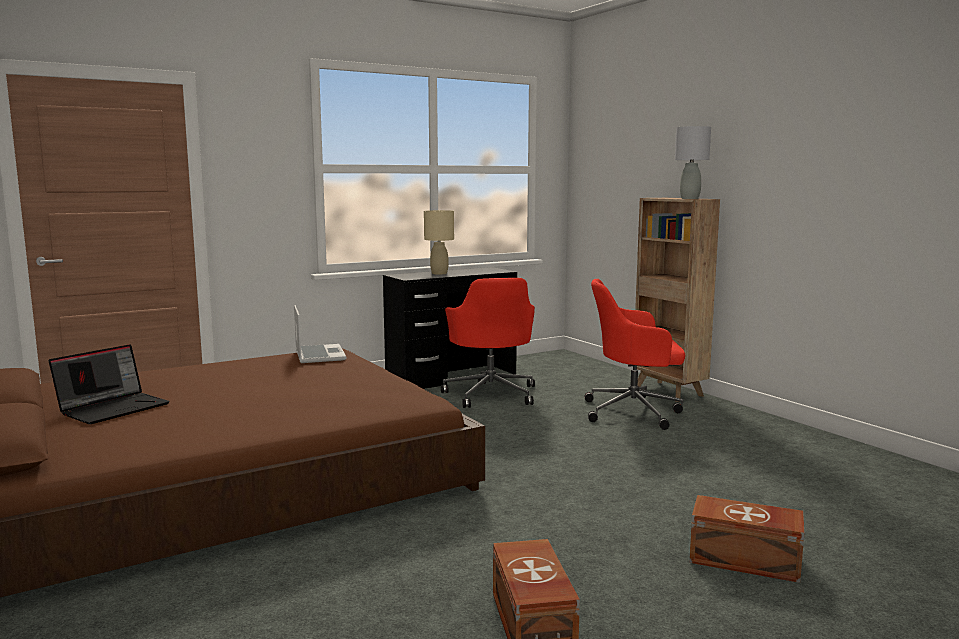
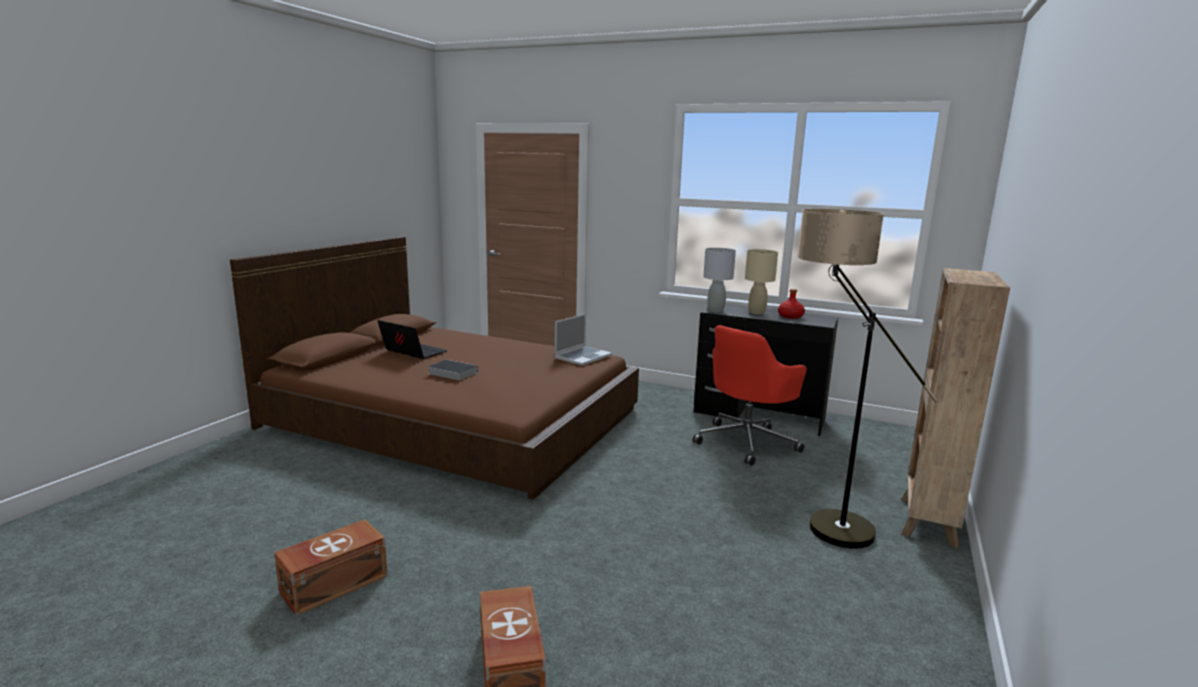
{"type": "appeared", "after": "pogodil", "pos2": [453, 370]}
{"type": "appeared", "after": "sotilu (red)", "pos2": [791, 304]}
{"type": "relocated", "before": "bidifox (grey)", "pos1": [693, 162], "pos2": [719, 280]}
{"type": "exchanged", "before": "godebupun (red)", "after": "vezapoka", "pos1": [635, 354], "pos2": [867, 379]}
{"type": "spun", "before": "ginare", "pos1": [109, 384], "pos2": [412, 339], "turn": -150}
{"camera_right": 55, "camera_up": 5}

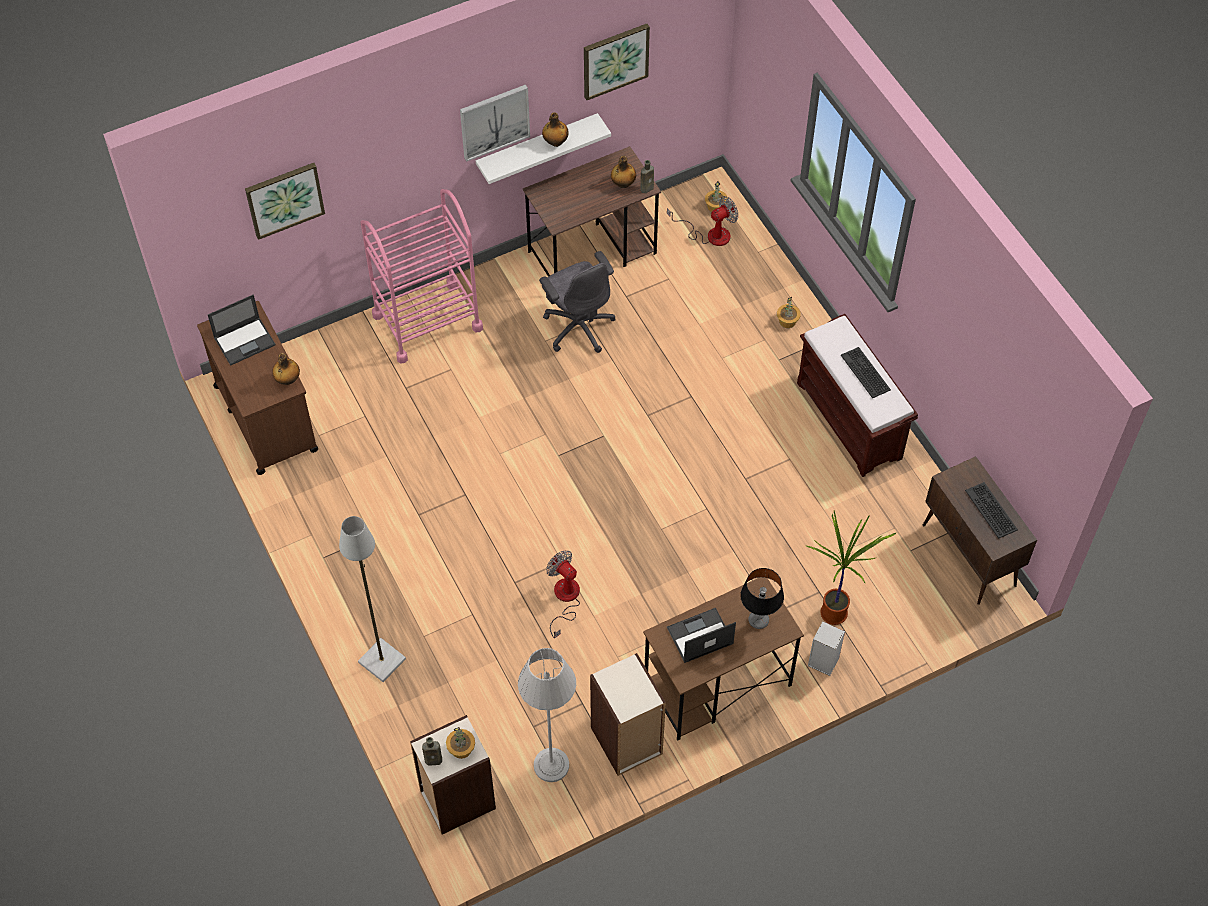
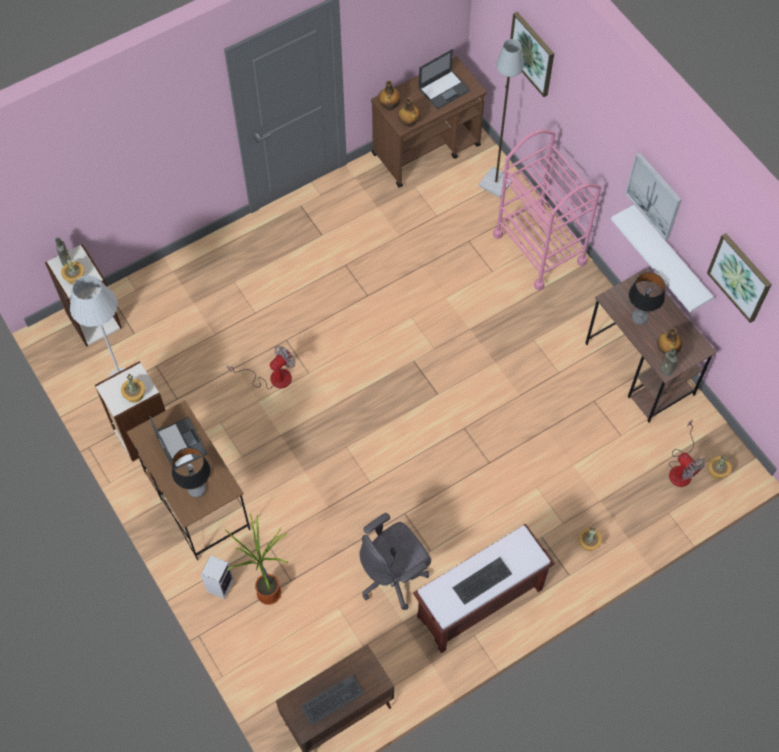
{"type": "appeared", "after": "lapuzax", "pos2": [133, 388]}
{"type": "appeared", "after": "bidifox", "pos2": [647, 298]}
{"type": "relocated", "before": "vezapoka (grey)", "pos1": [372, 599], "pos2": [501, 118]}
{"type": "relocated", "before": "godebupun (grey)", "pos1": [577, 302], "pos2": [395, 561]}
{"type": "relocated", "before": "sotilu", "pos1": [555, 129], "pos2": [390, 95]}
{"type": "spun", "before": "ginare", "pos1": [242, 330], "pos2": [444, 79], "turn": -90}
{"camera_right": 85, "camera_up": 5}

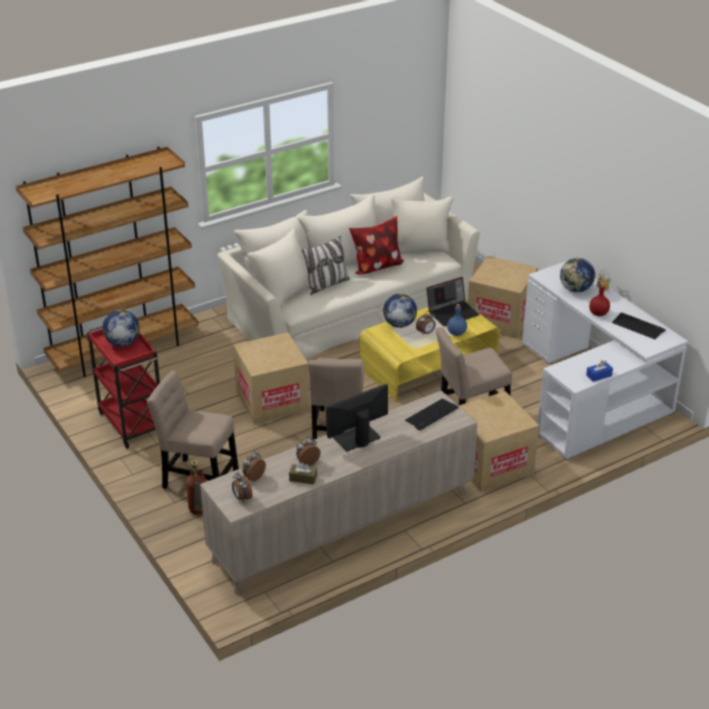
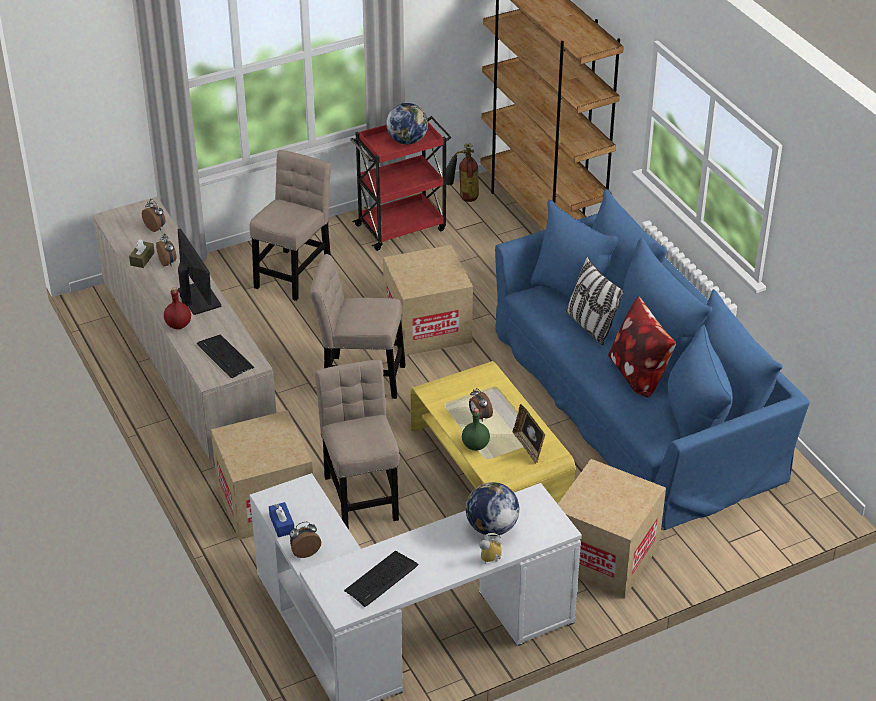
{"type": "missing", "before": "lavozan", "pos1": [400, 311]}
{"type": "relocated", "before": "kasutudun", "pos1": [196, 487], "pos2": [462, 172]}
{"type": "relocated", "before": "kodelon", "pos1": [242, 487], "pos2": [305, 539]}
{"type": "relocated", "before": "sotilu (red)", "pos1": [599, 299], "pos2": [177, 308]}
{"type": "exchanged", "before": "ginare", "after": "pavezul", "pos1": [452, 301], "pos2": [529, 434]}
{"type": "colour", "before": "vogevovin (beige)", "after": "vogevovin (blue)", "pos1": [348, 268], "pos2": [652, 359]}
{"type": "colour", "before": "sotilu (blue)", "after": "sotilu (green)", "pos1": [457, 320], "pos2": [476, 429]}
{"camera_right": 95, "camera_up": 5}

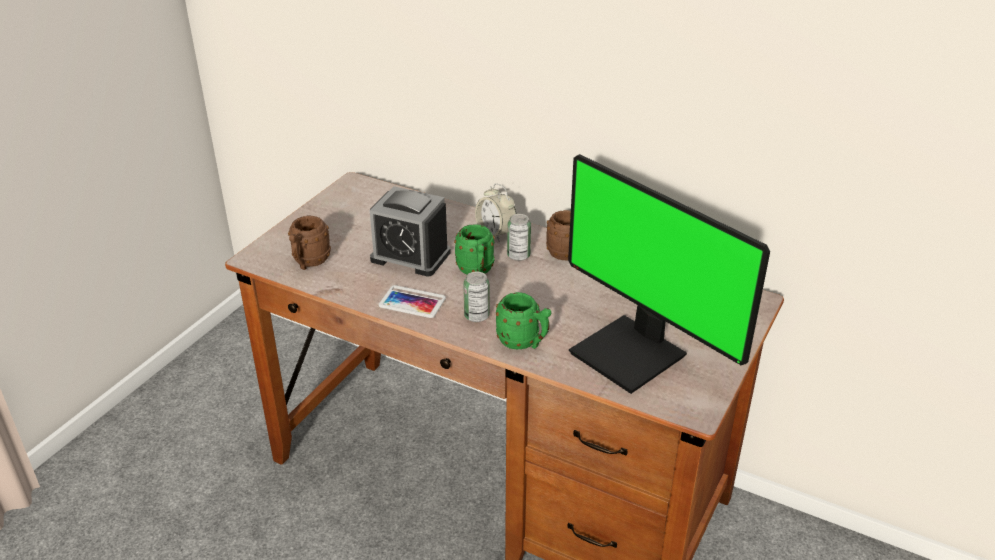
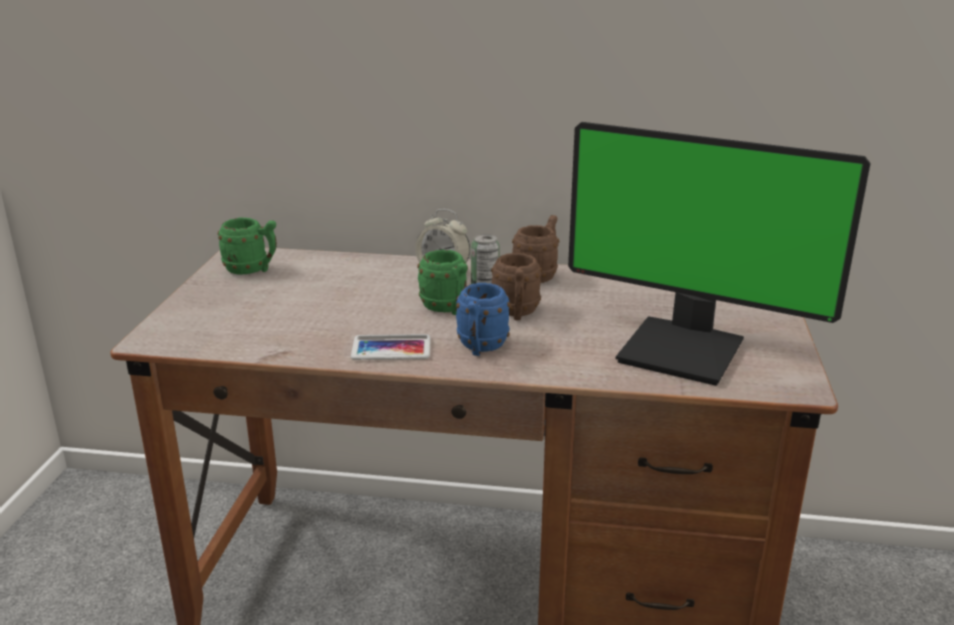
{"type": "missing", "before": "kodelon", "pos1": [410, 231]}
{"type": "relocated", "before": "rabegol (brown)", "pos1": [309, 243], "pos2": [516, 286]}
{"type": "relocated", "before": "rabegol (green)", "pos1": [523, 320], "pos2": [247, 246]}
{"type": "exchanged", "before": "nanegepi", "after": "rabegol (blue)", "pos1": [476, 296], "pos2": [483, 319]}
{"camera_right": -20, "camera_up": -10}

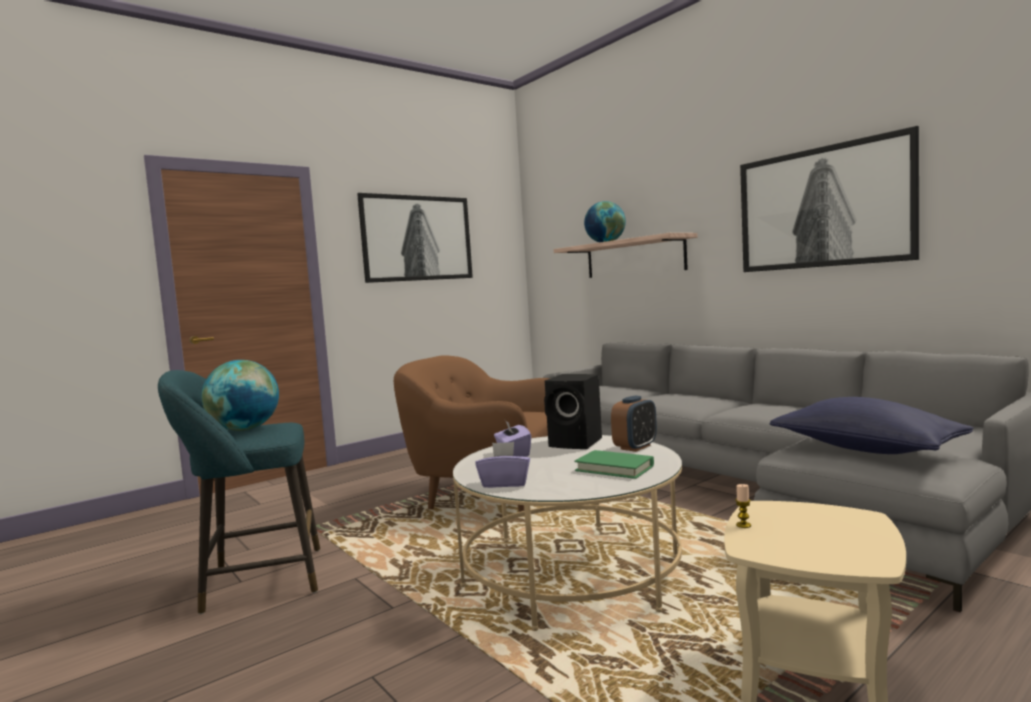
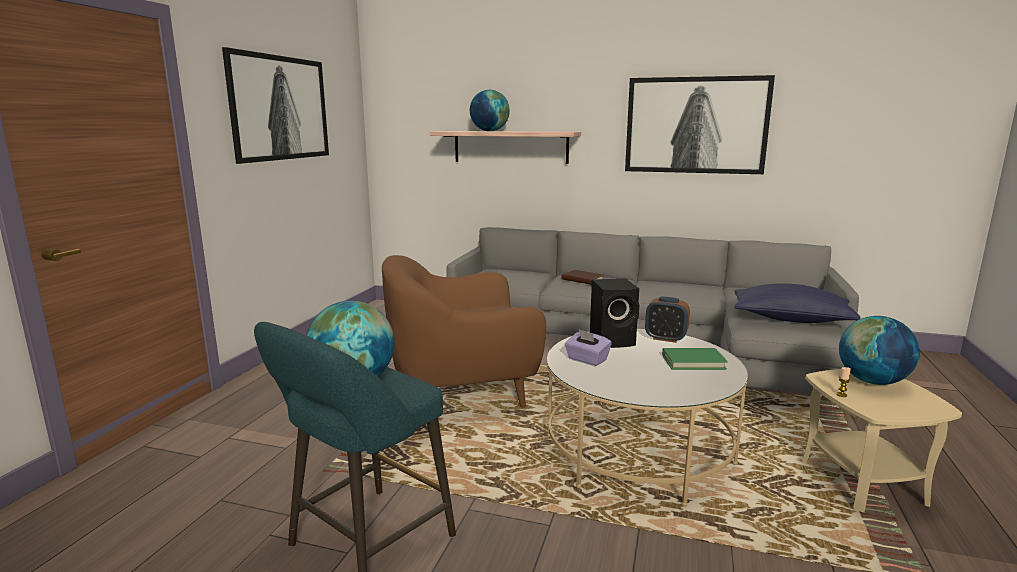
{"type": "missing", "before": "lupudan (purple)", "pos1": [502, 465]}
{"type": "appeared", "after": "pogodil (brown)", "pos2": [582, 277]}
{"type": "appeared", "after": "lavozan", "pos2": [879, 350]}
{"type": "spun", "before": "kodelon", "pos1": [634, 424], "pos2": [667, 319], "turn": 105}
{"camera_right": -35, "camera_up": 10}

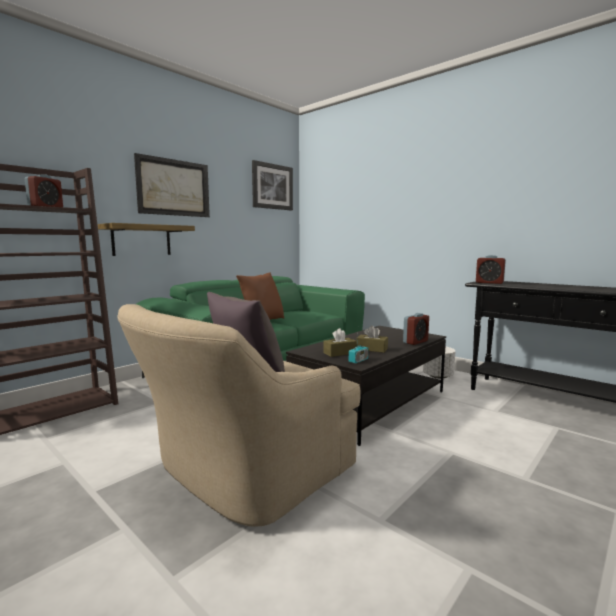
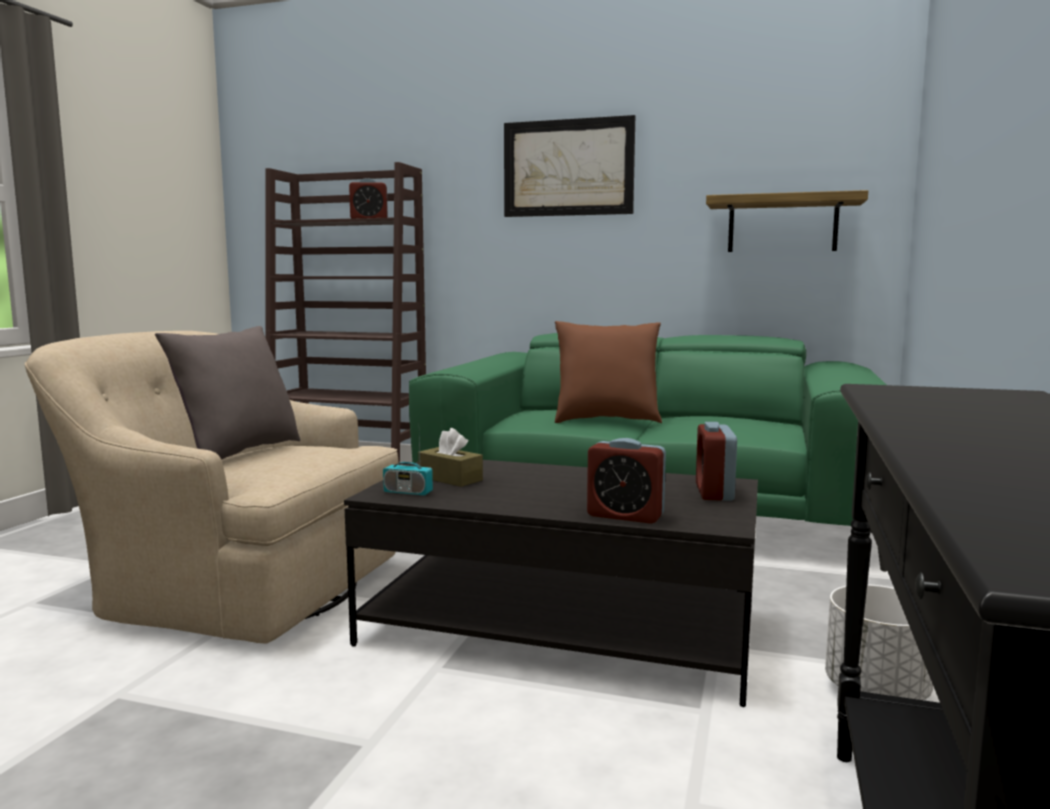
{"type": "missing", "before": "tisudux", "pos1": [272, 185]}
{"type": "missing", "before": "lupudan (brown)", "pos1": [372, 339]}
{"type": "relocated", "before": "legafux", "pos1": [146, 239], "pos2": [787, 221]}
{"type": "relocated", "before": "kodelon", "pos1": [491, 269], "pos2": [716, 461]}
{"camera_right": 65, "camera_up": 0}

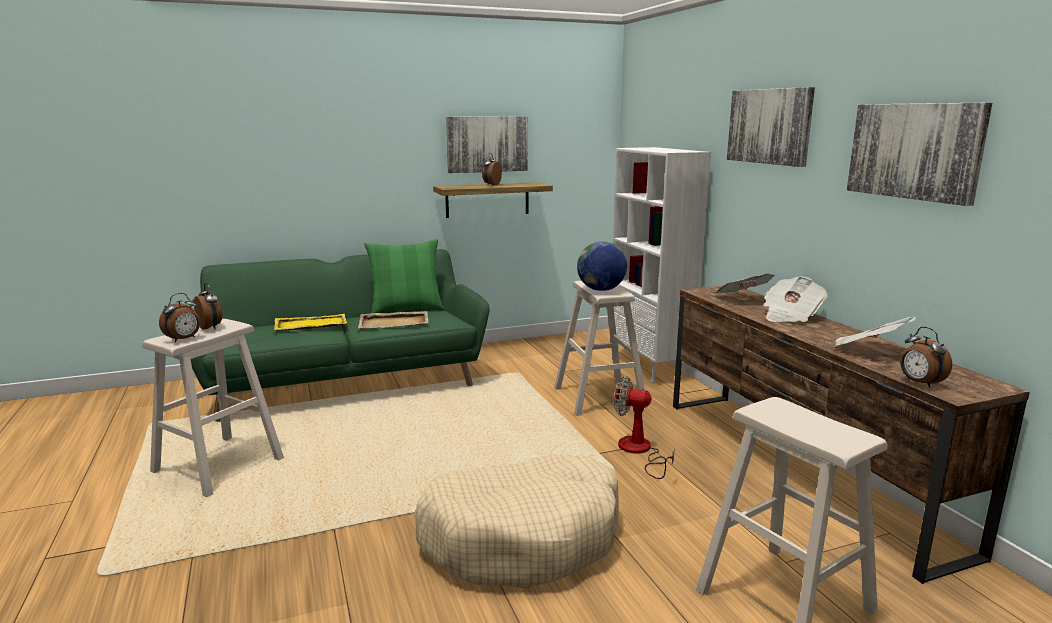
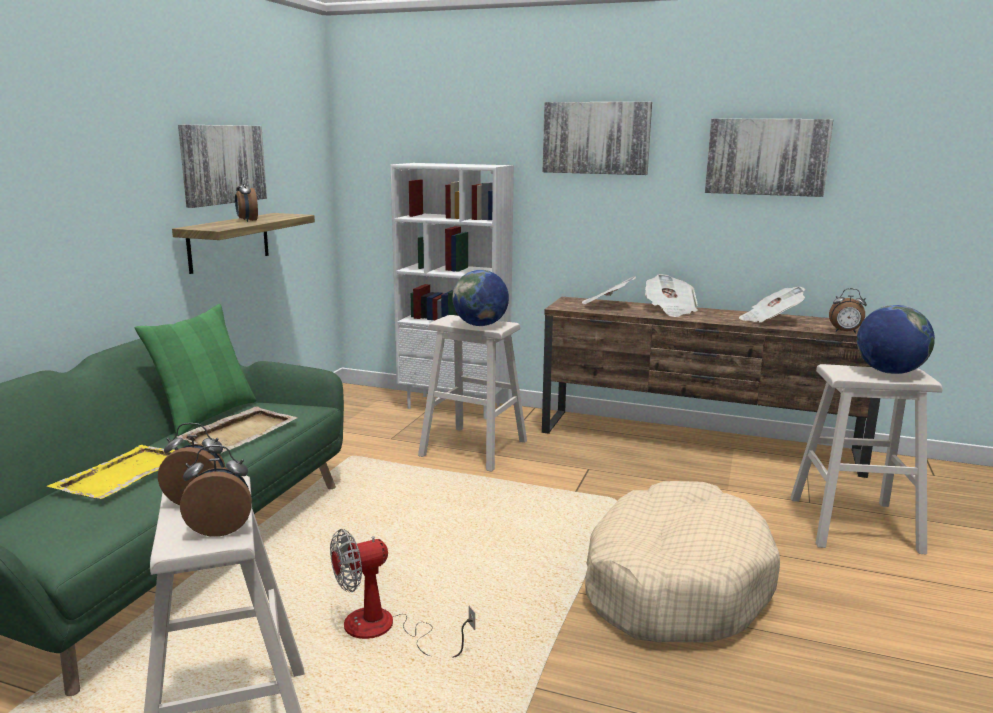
{"type": "appeared", "after": "lavozan", "pos2": [896, 339]}
{"type": "relocated", "before": "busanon", "pos1": [644, 427], "pos2": [402, 593]}
{"type": "spun", "before": "kodelon", "pos1": [179, 317], "pos2": [216, 491], "turn": -90}
{"camera_right": -50, "camera_up": 0}

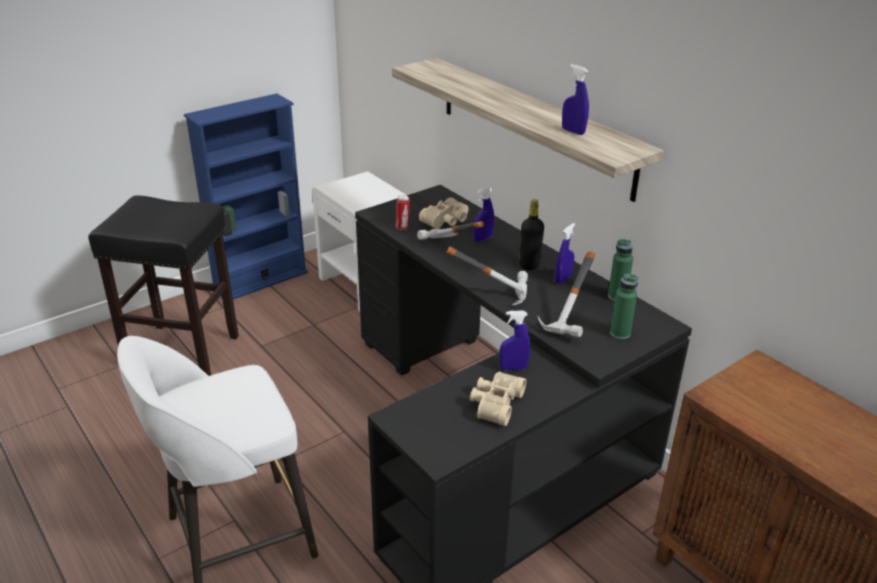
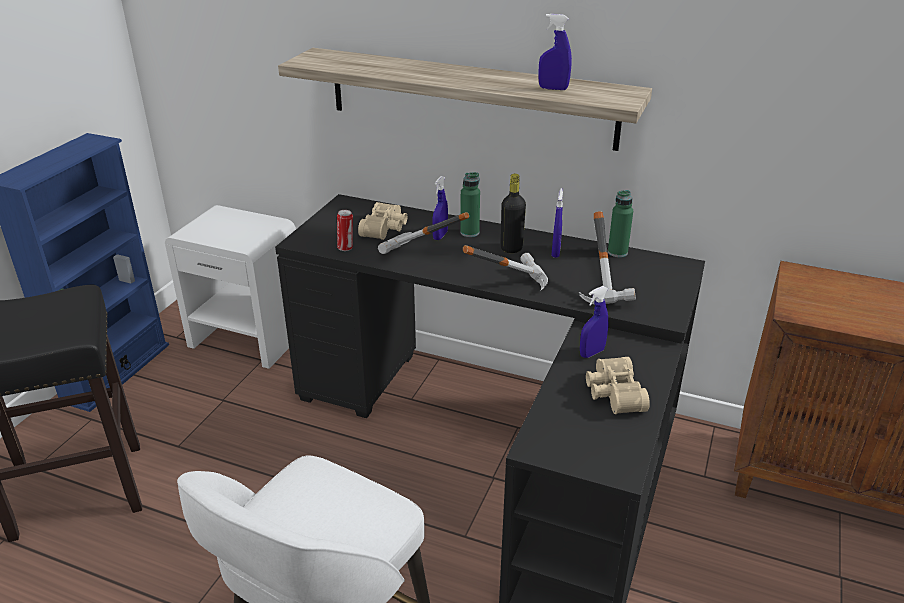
{"type": "relocated", "before": "sotilu (green)", "pos1": [624, 306], "pos2": [470, 204]}
{"camera_right": -30, "camera_up": 0}

